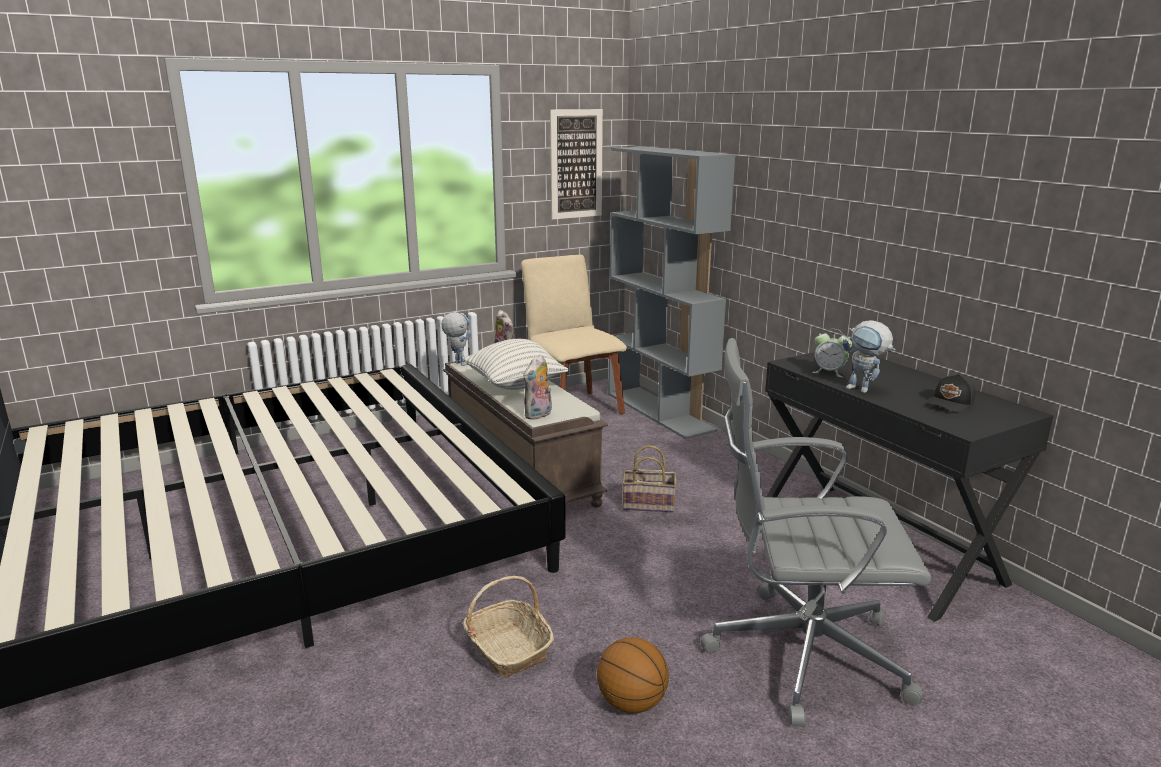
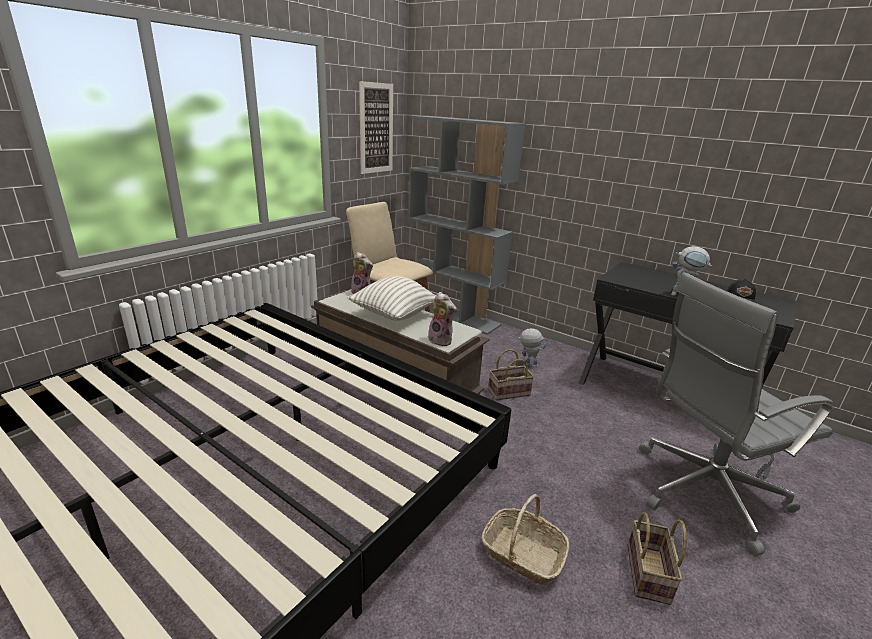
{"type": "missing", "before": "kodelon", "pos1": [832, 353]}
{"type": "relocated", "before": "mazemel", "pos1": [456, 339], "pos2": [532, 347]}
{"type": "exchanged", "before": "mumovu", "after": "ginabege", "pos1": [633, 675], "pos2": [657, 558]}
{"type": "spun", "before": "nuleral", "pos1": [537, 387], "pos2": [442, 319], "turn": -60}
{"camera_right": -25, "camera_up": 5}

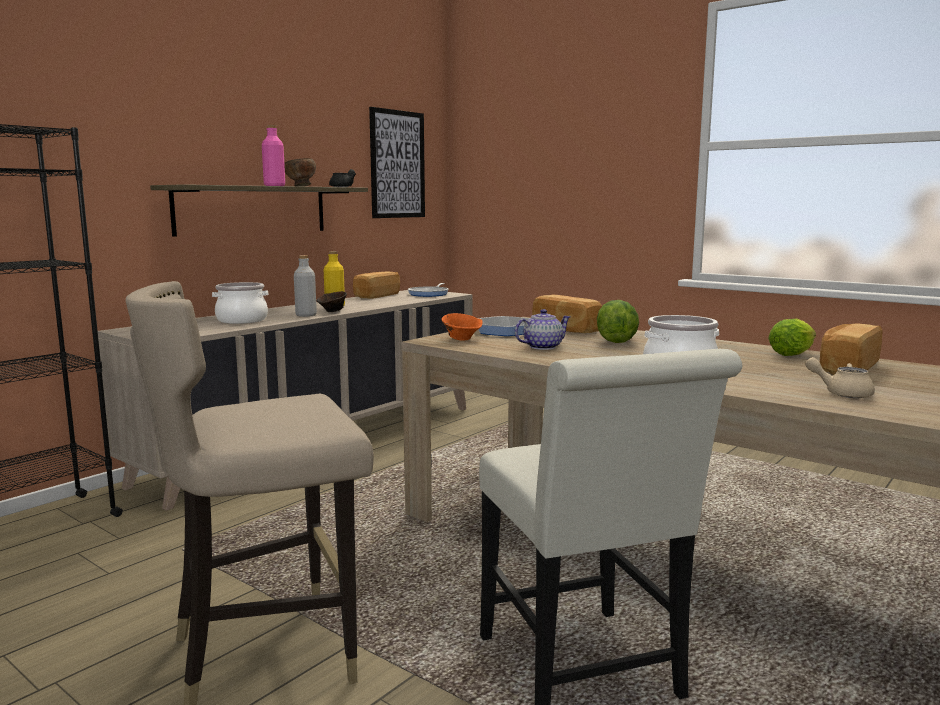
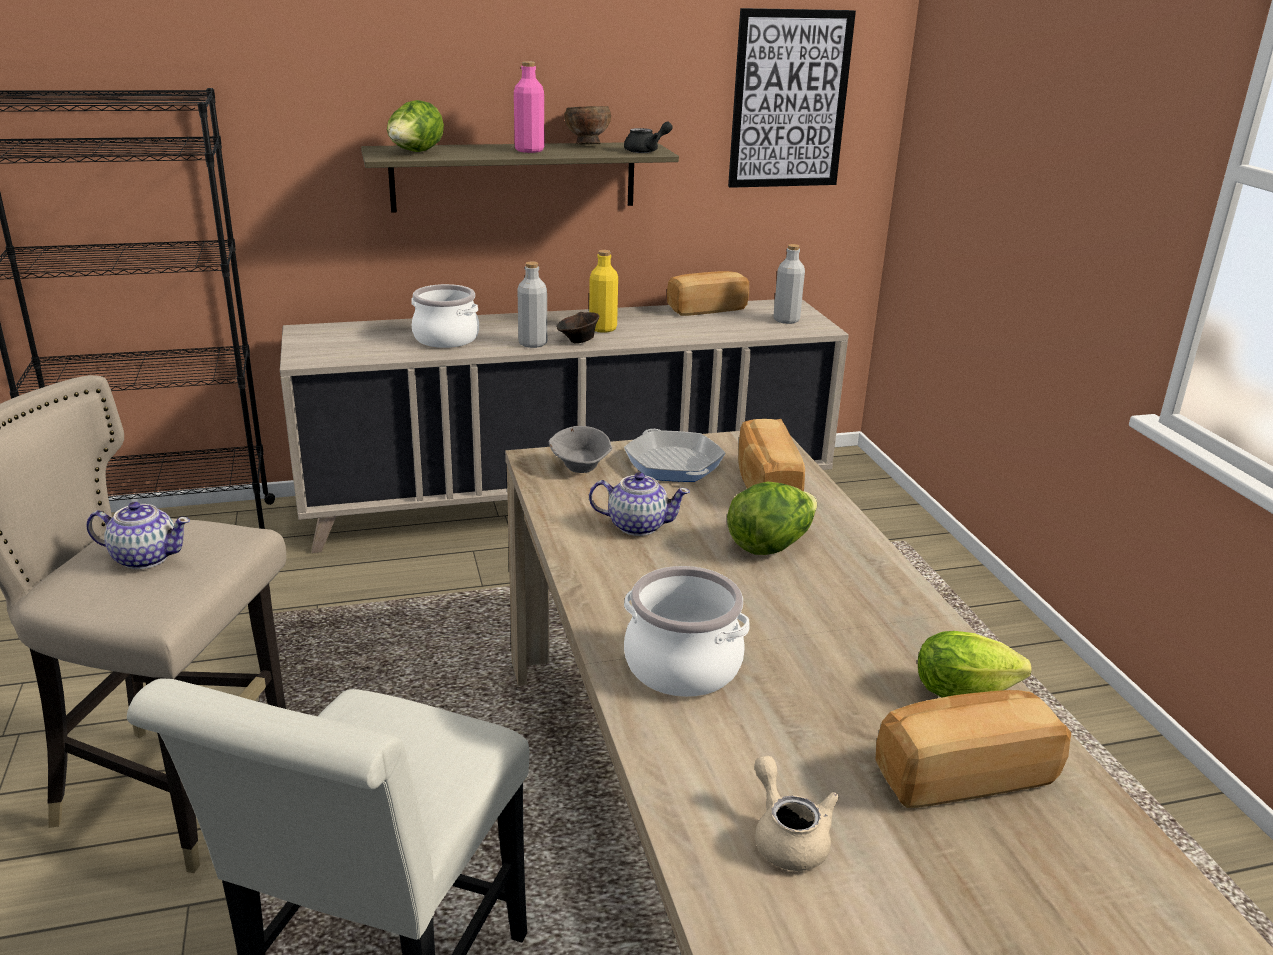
{"type": "appeared", "after": "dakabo", "pos2": [138, 535]}
{"type": "appeared", "after": "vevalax", "pos2": [415, 126]}
{"type": "exchanged", "before": "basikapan", "after": "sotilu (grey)", "pos1": [428, 290], "pos2": [789, 284]}
{"type": "colour", "before": "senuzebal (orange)", "after": "senuzebal (grey)", "pos1": [462, 327], "pos2": [580, 449]}
{"camera_right": 35, "camera_up": 15}

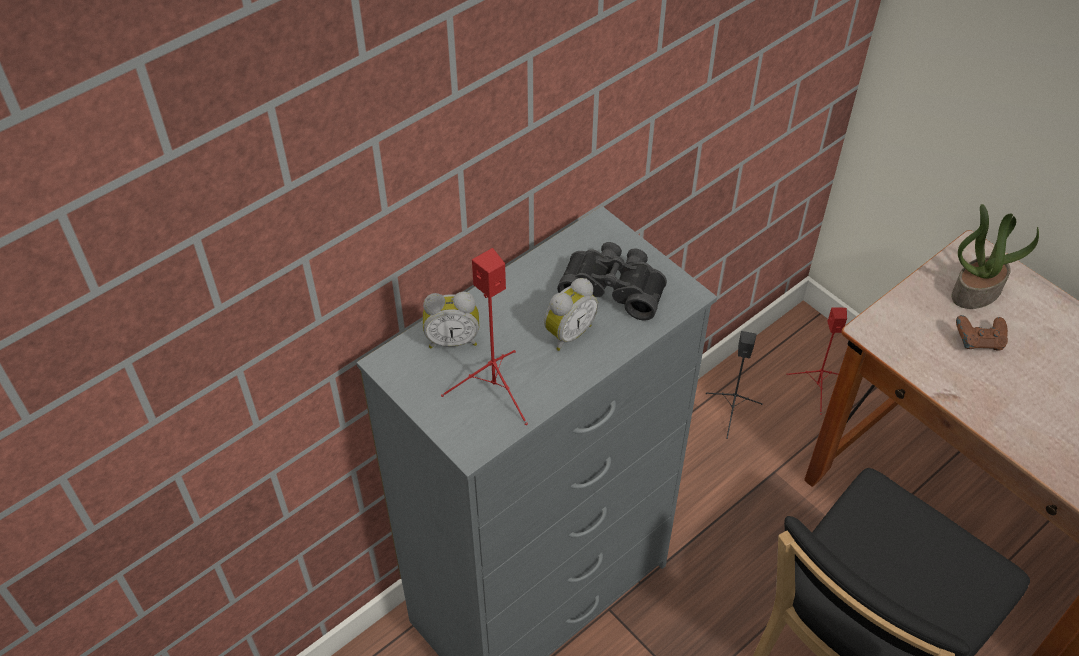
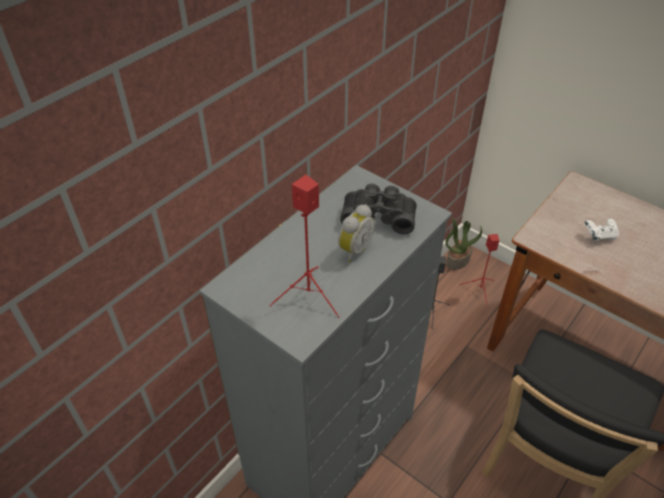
{"type": "missing", "before": "kodelon", "pos1": [451, 320]}
{"type": "relocated", "before": "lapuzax", "pos1": [995, 256], "pos2": [463, 244]}
{"type": "colour", "before": "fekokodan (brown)", "after": "fekokodan (white)", "pos1": [982, 333], "pos2": [602, 229]}
{"camera_right": -10, "camera_up": -5}

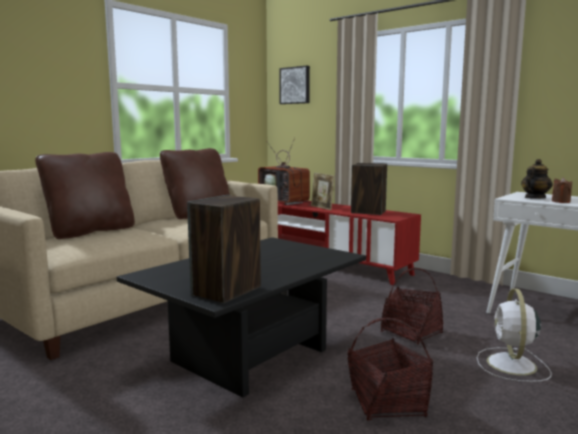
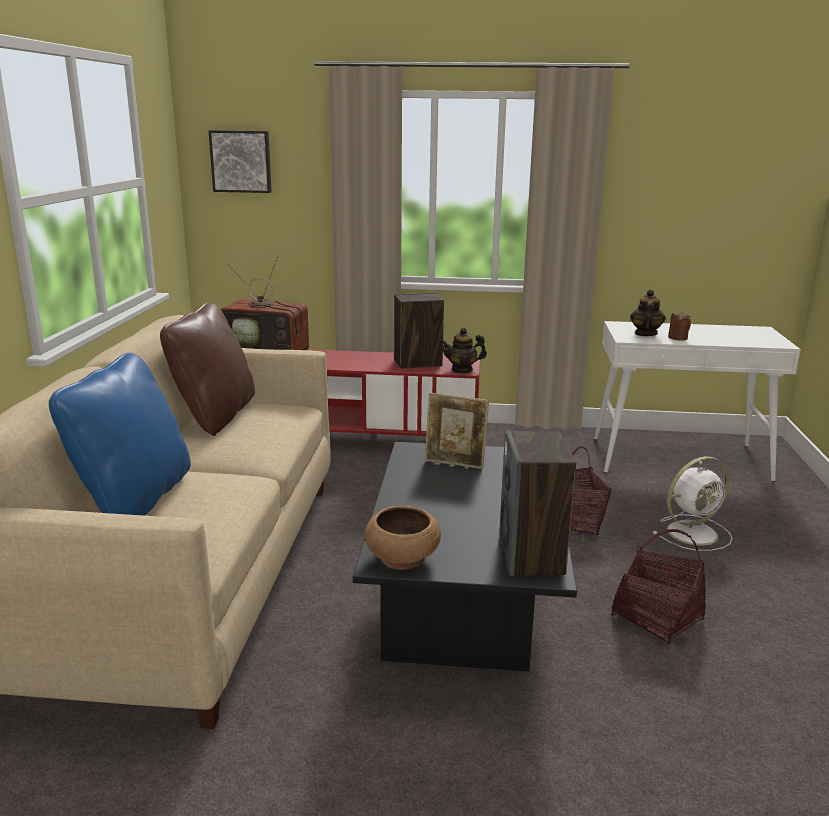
{"type": "appeared", "after": "senuzebal (brown)", "pos2": [402, 538]}
{"type": "appeared", "after": "dakabo", "pos2": [463, 350]}
{"type": "relocated", "before": "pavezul", "pos1": [323, 191], "pos2": [457, 430]}
{"type": "colour", "before": "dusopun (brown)", "after": "dusopun (blue)", "pos1": [85, 195], "pos2": [120, 434]}
{"type": "spun", "before": "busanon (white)", "pos1": [514, 335], "pos2": [692, 503], "turn": -90}
{"camera_right": -35, "camera_up": 10}

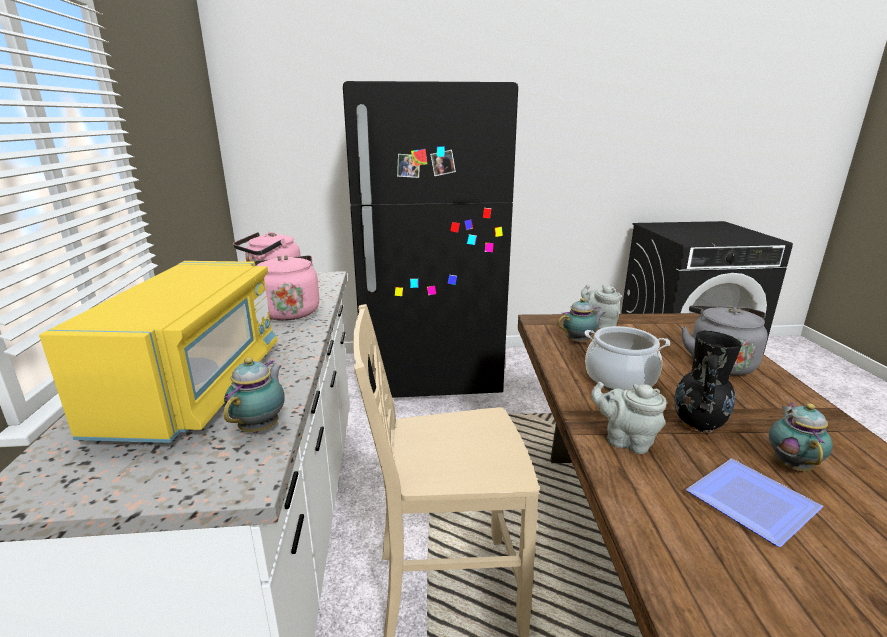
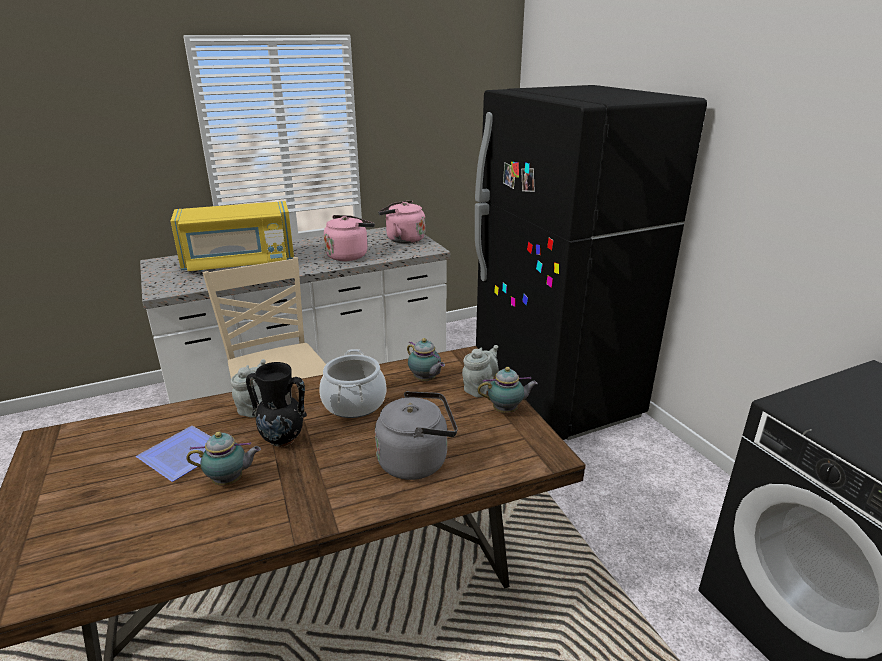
{"type": "relocated", "before": "dakabo", "pos1": [254, 395], "pos2": [508, 390]}
{"camera_right": 70, "camera_up": 5}

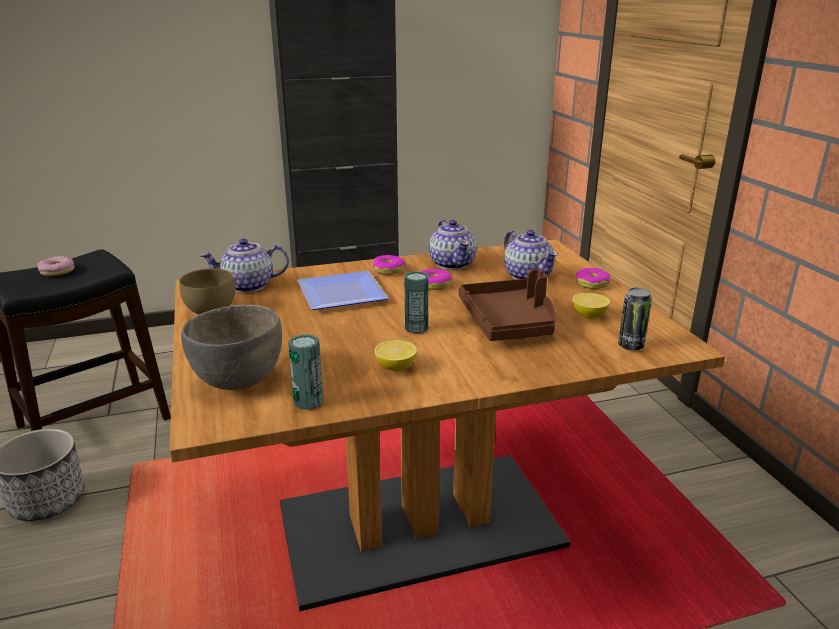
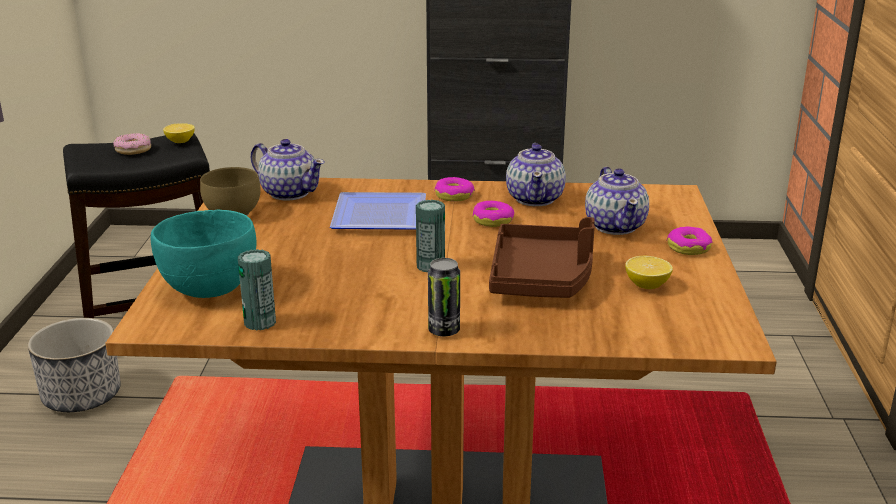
{"type": "relocated", "before": "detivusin", "pos1": [395, 355], "pos2": [179, 133]}
{"type": "relocated", "before": "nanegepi", "pos1": [635, 319], "pos2": [444, 297]}
{"type": "colour", "before": "senuzebal (grey)", "after": "senuzebal (turquoise)", "pos1": [231, 347], "pos2": [203, 253]}
{"type": "spun", "before": "dakabo", "pos1": [244, 265], "pos2": [288, 170], "turn": -150}
{"camera_right": 20, "camera_up": 0}

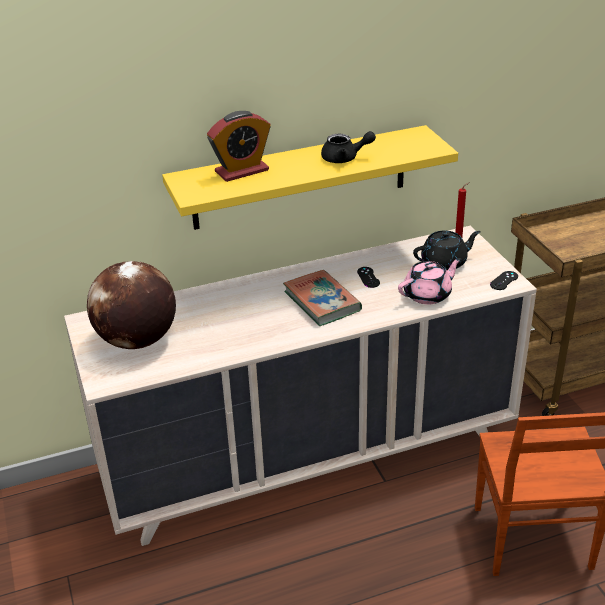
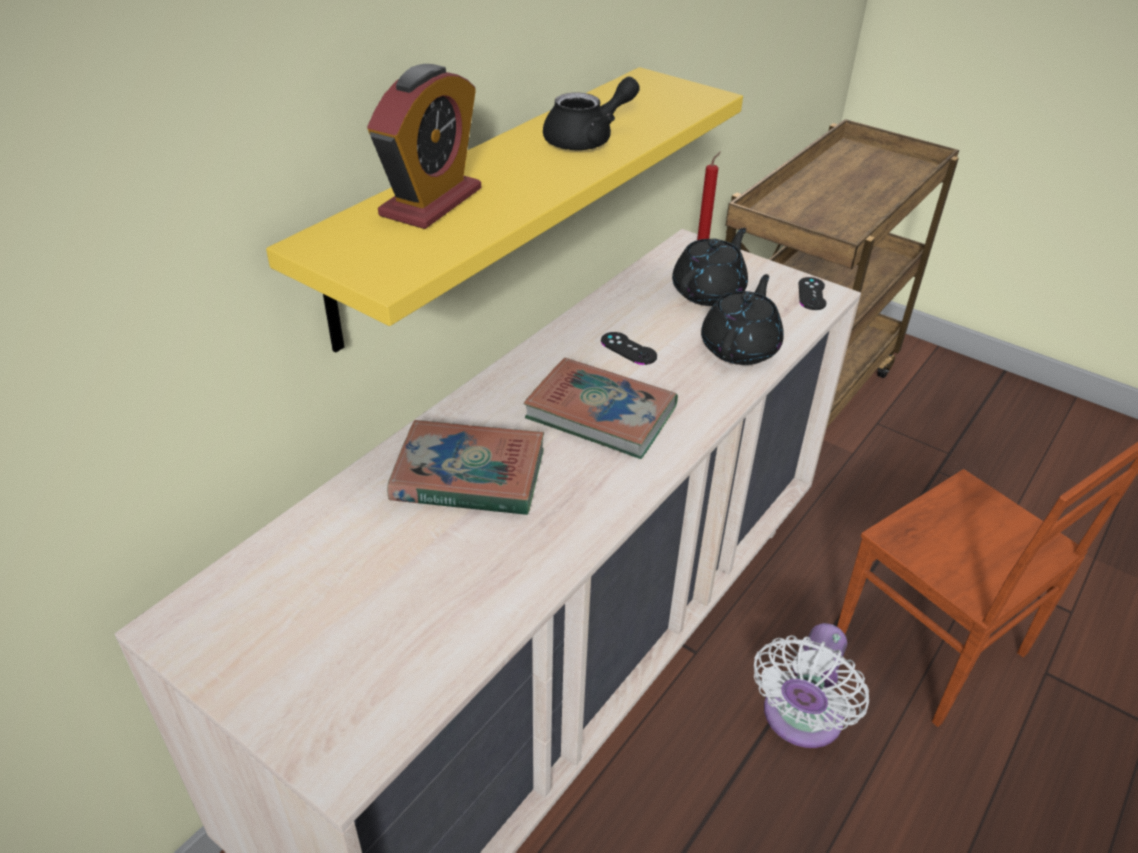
{"type": "missing", "before": "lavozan", "pos1": [131, 305]}
{"type": "appeared", "after": "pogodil", "pos2": [465, 467]}
{"type": "appeared", "after": "busanon (white)", "pos2": [811, 685]}
{"type": "colour", "before": "dakabo (pink)", "after": "dakabo (black)", "pos1": [430, 281], "pos2": [742, 319]}
{"camera_right": -35, "camera_up": 5}

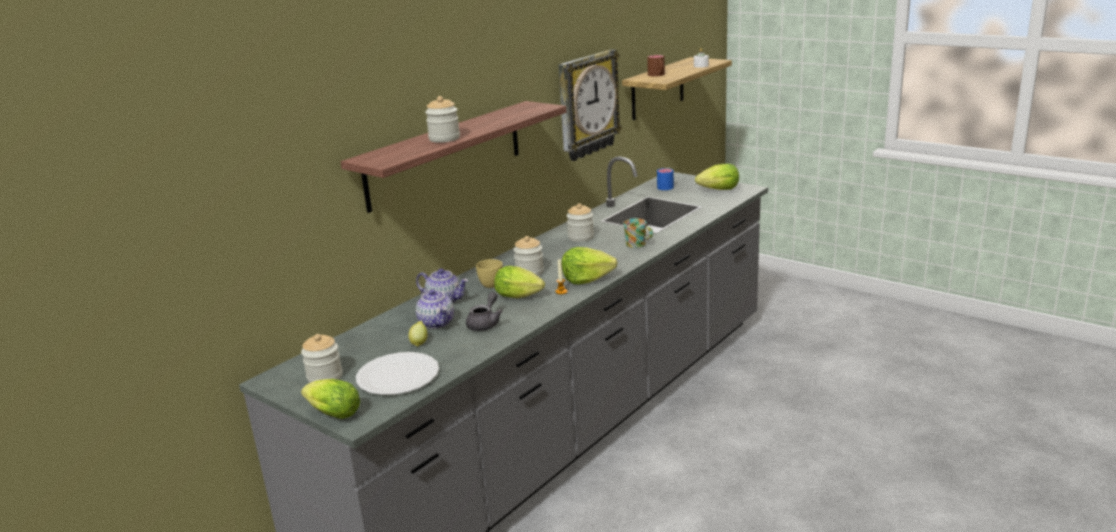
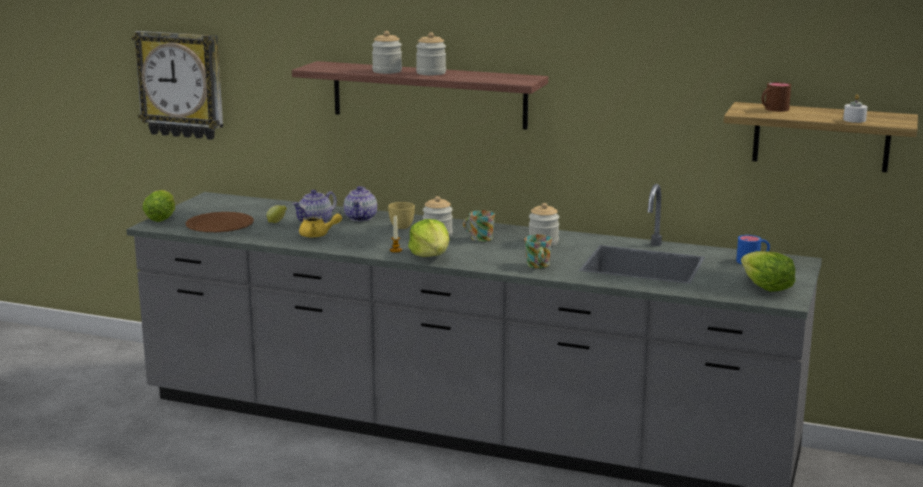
{"type": "missing", "before": "vevalax", "pos1": [519, 282]}
{"type": "appeared", "after": "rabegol", "pos2": [479, 226]}
{"type": "relocated", "before": "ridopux", "pos1": [321, 358], "pos2": [431, 53]}
{"type": "relocated", "before": "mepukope", "pos1": [590, 105], "pos2": [177, 85]}
{"type": "colour", "before": "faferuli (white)", "after": "faferuli (brown)", "pos1": [397, 373], "pos2": [220, 222]}
{"type": "colour", "before": "dakabo (grey)", "after": "dakabo (yellow)", "pos1": [484, 311], "pos2": [320, 226]}
{"camera_right": 70, "camera_up": -5}

